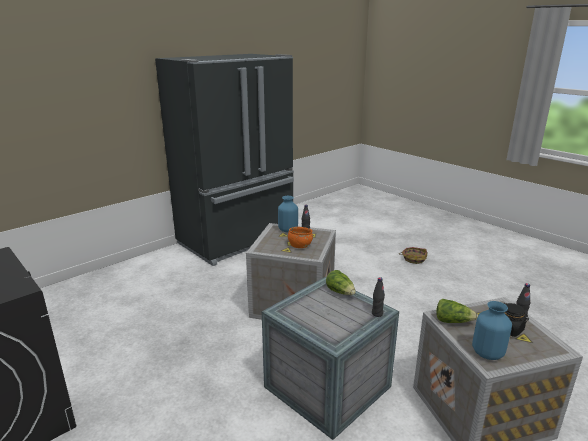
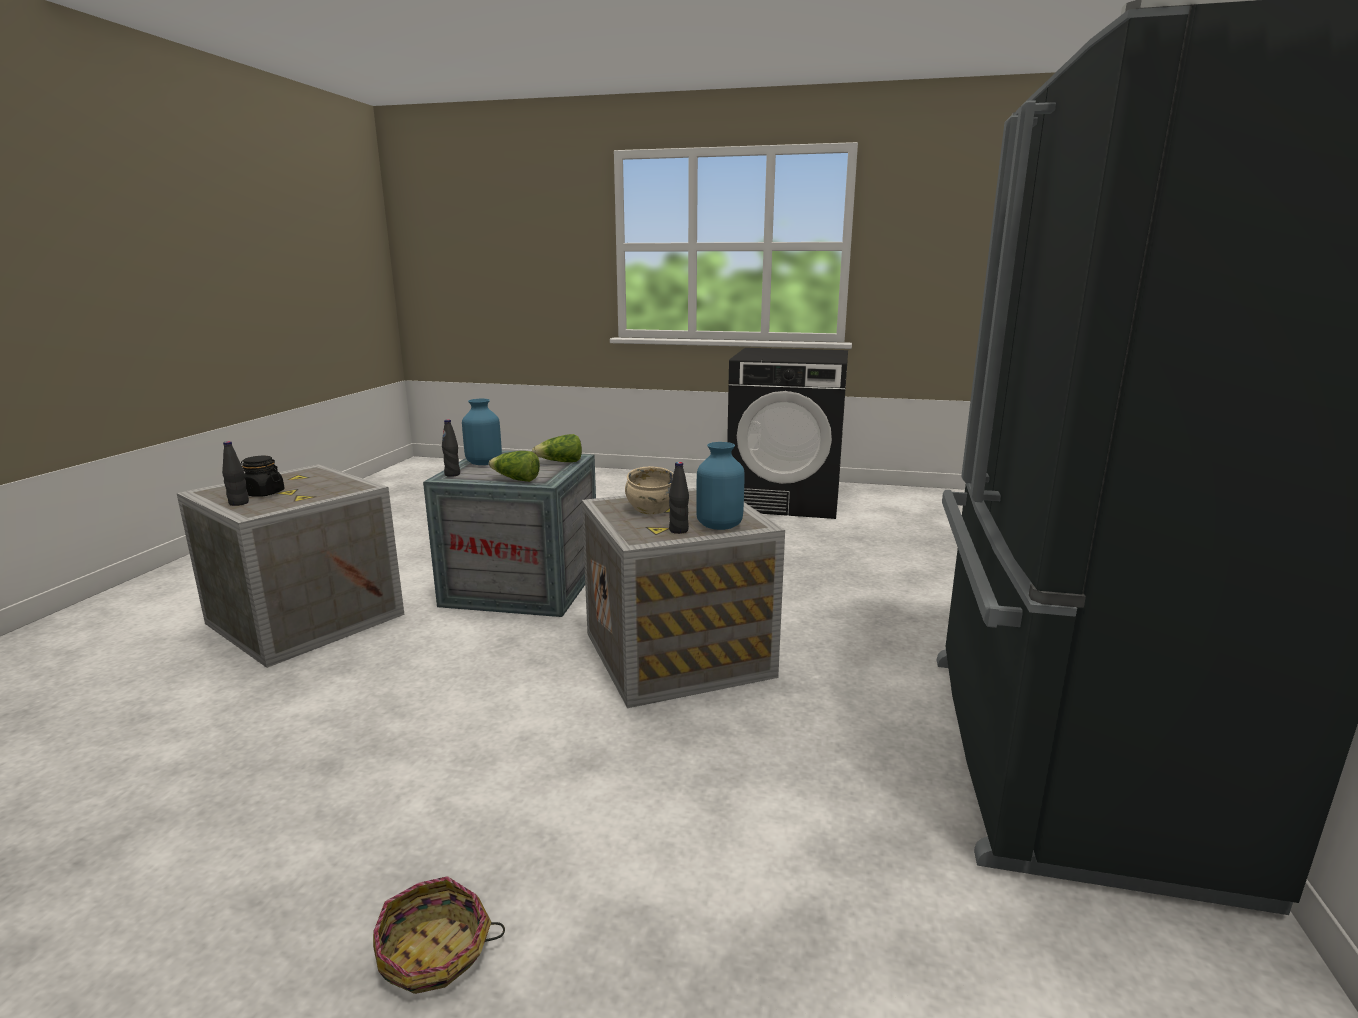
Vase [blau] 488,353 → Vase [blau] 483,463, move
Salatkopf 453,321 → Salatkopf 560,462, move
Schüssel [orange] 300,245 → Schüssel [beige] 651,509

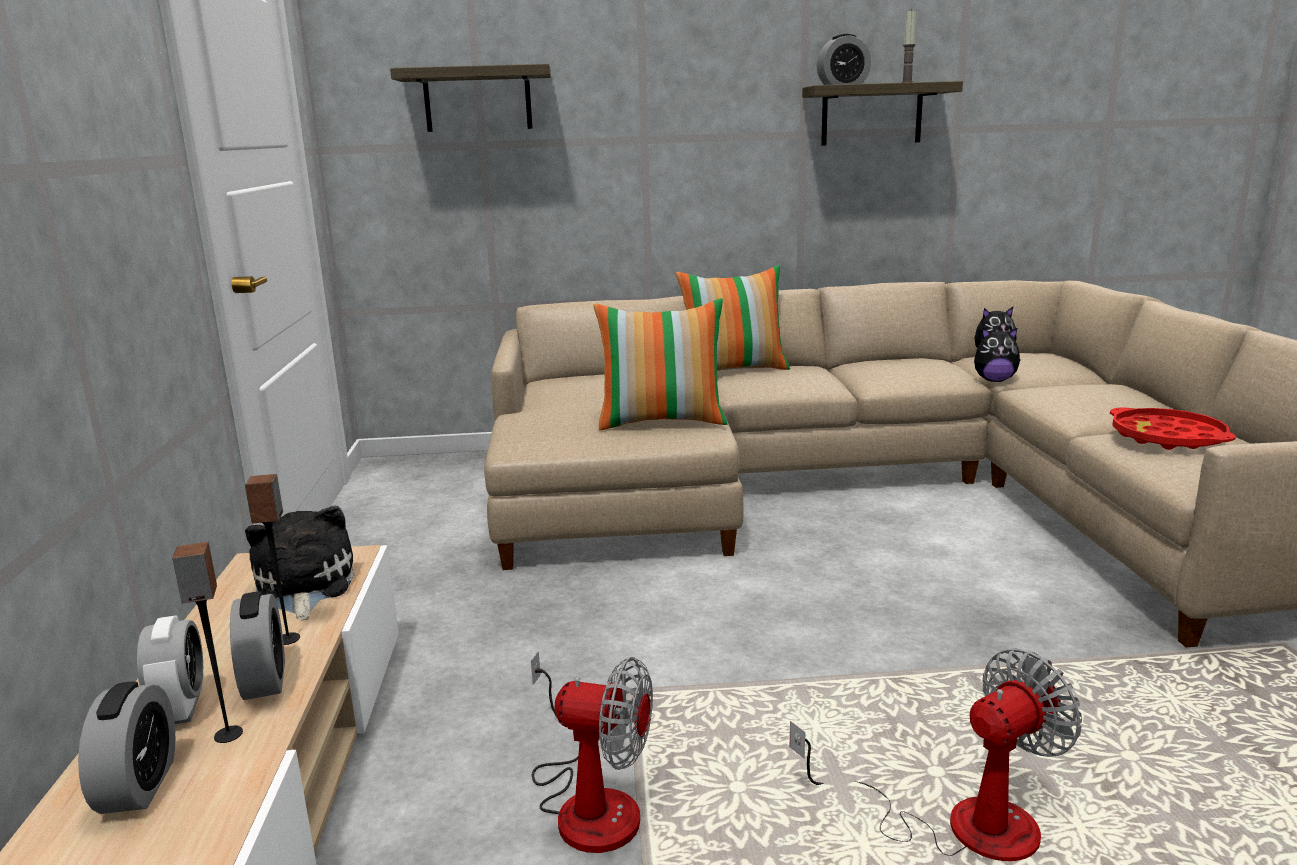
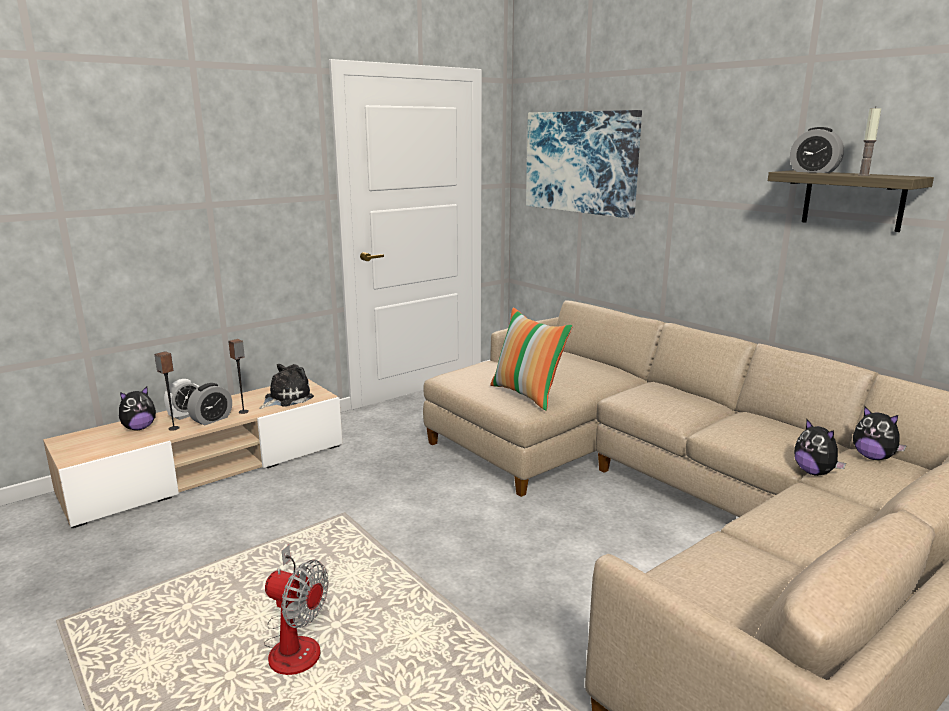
Wecker 139,786 → Plüschtier 139,428
Wandregal 477,100 → Bild 580,162
Ventilator 589,801 → -
Kissen 734,370 → -
Tablett [rot] 1167,438 → -

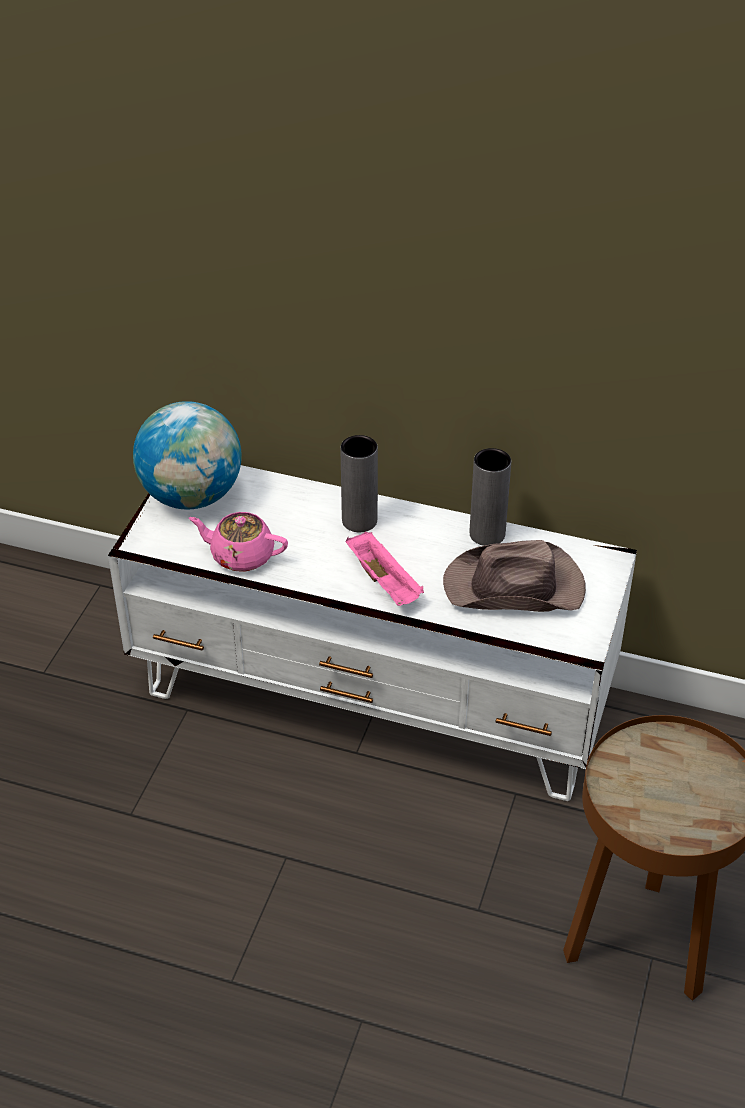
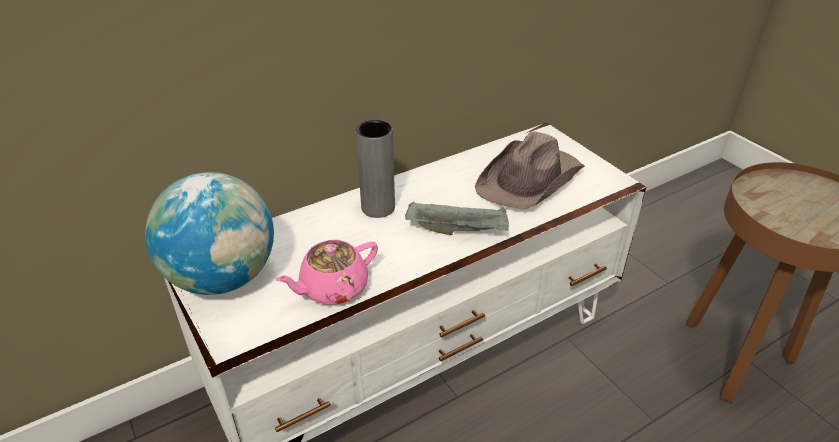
Tablett [rosa] 385,582 → Tablett [grau] 458,230
Vase [grau] 487,534 → -

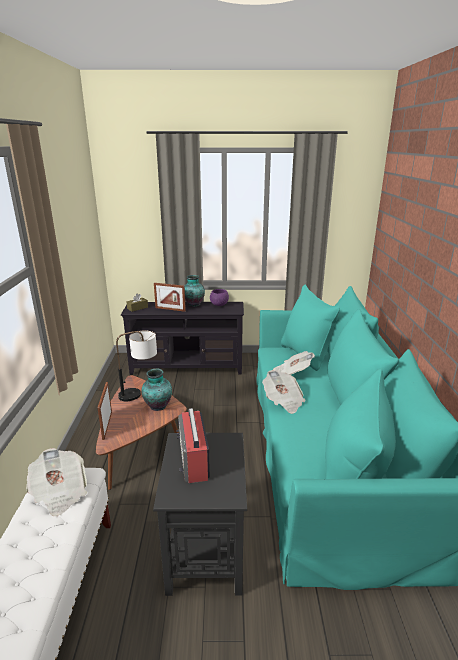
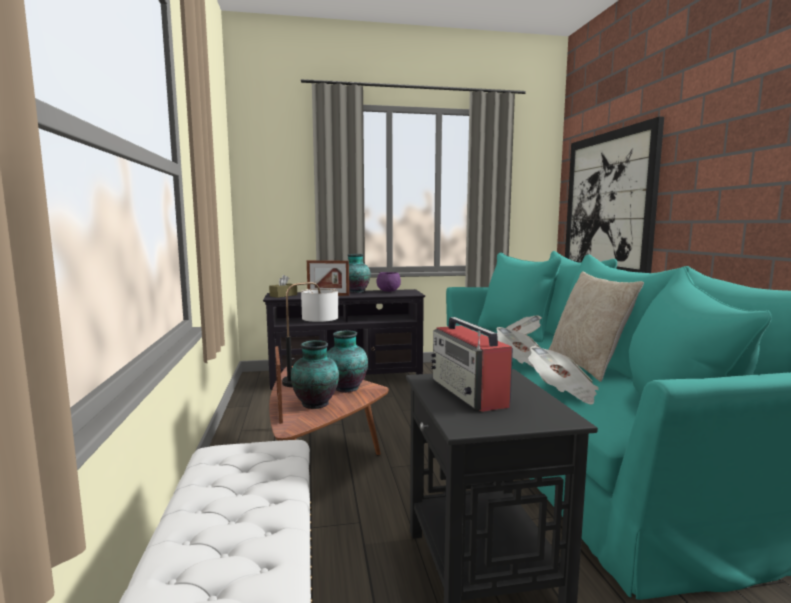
- → Vase 316,404
Zeitung 60,492 → Zeitung 563,392, move
- → Kissen [beige] 587,365
- → Bild 608,203

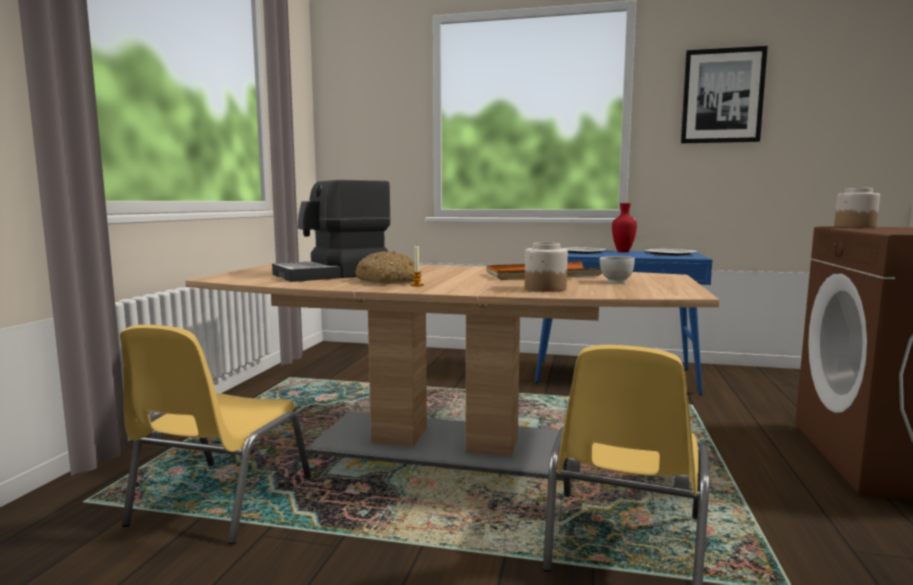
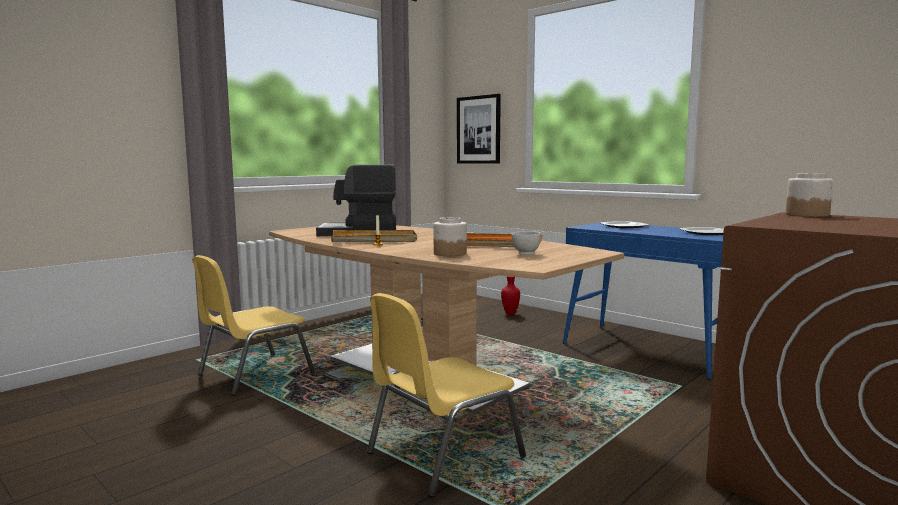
Brot 389,280 → Tablett [beige] 374,240
Bild 722,96 → Bild 479,130, move
Vase [rot] 623,251 → Vase [rot] 511,314, move

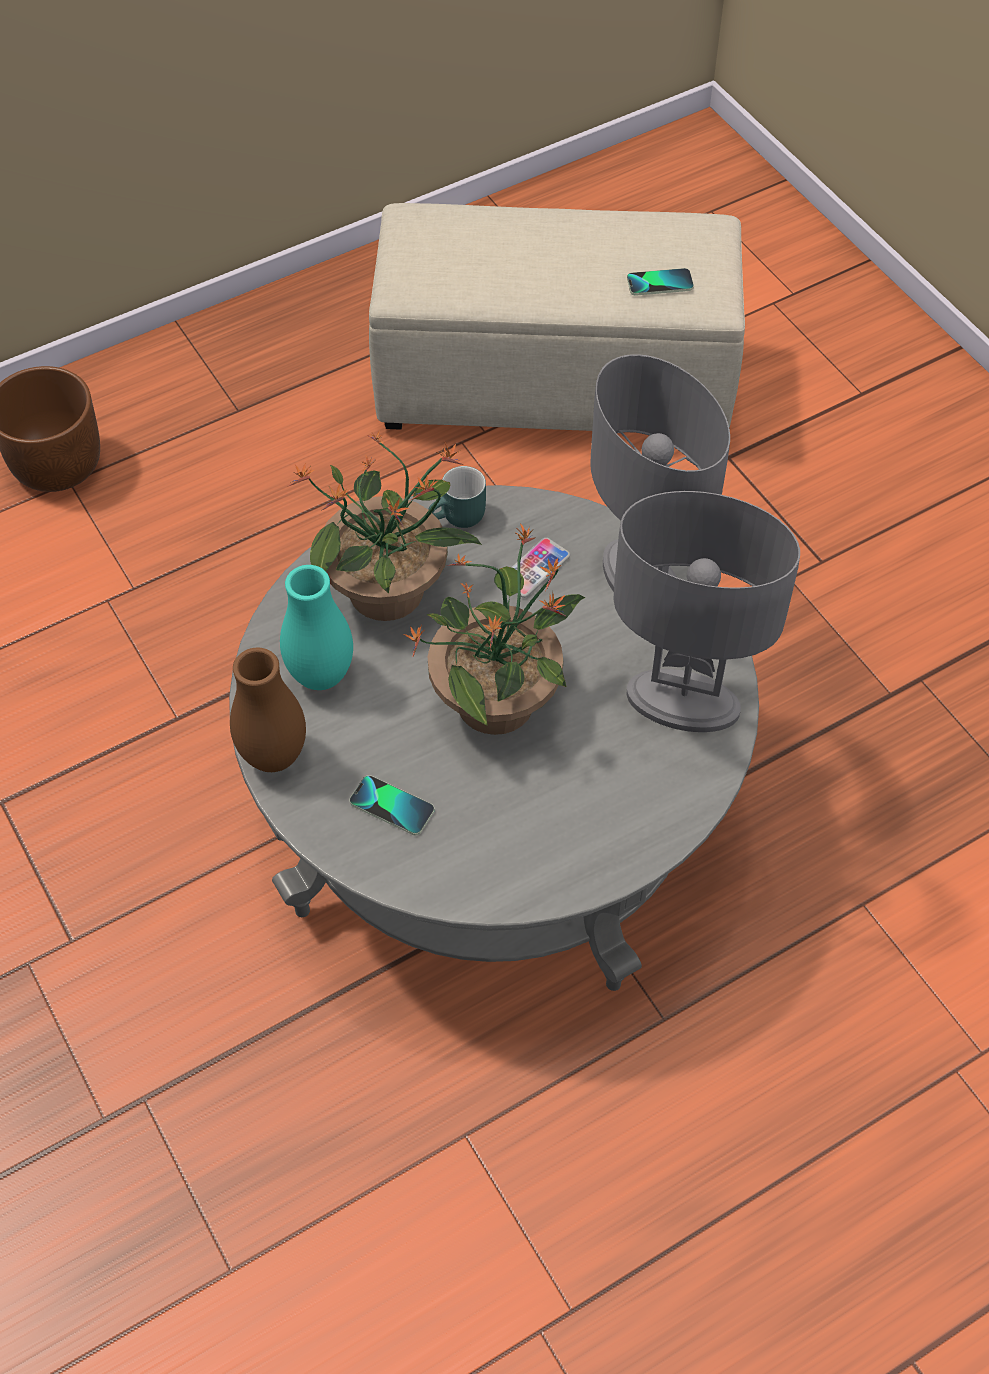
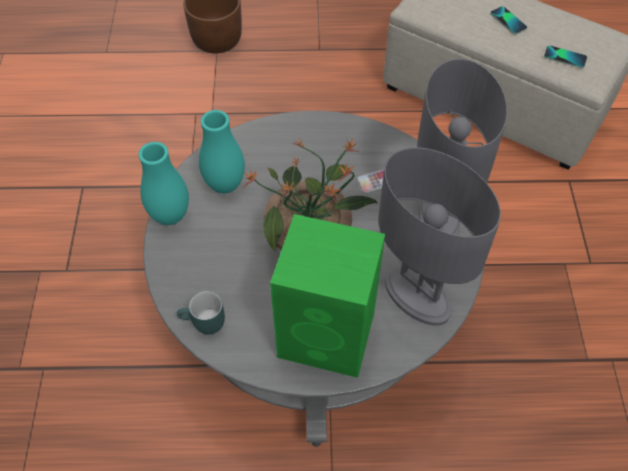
Vase [braun] 274,756 → Vase [türkis] 170,216
Henkelbecher [türkis] 459,519 → Henkelbecher [türkis] 204,324, move
- → Lautsprecher [grün] 329,336
Handy 392,806 → Handy 508,21, move
Topfpflanze 389,592 → -

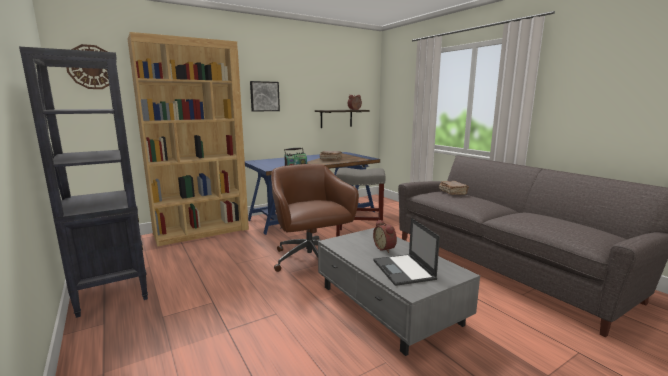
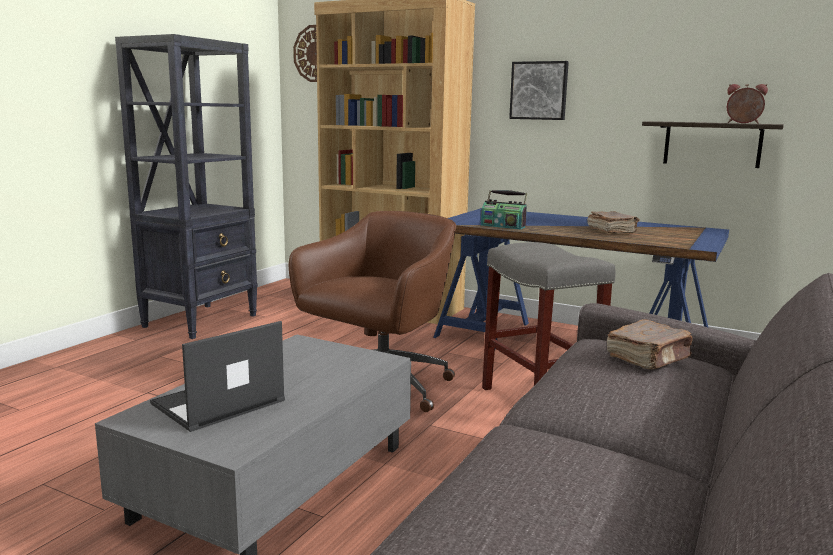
Wecker 385,248 → -

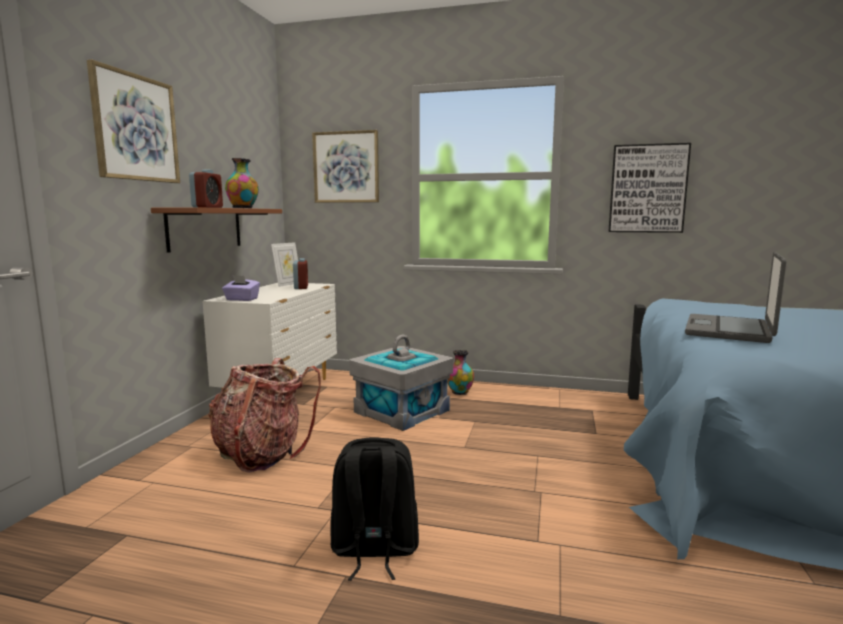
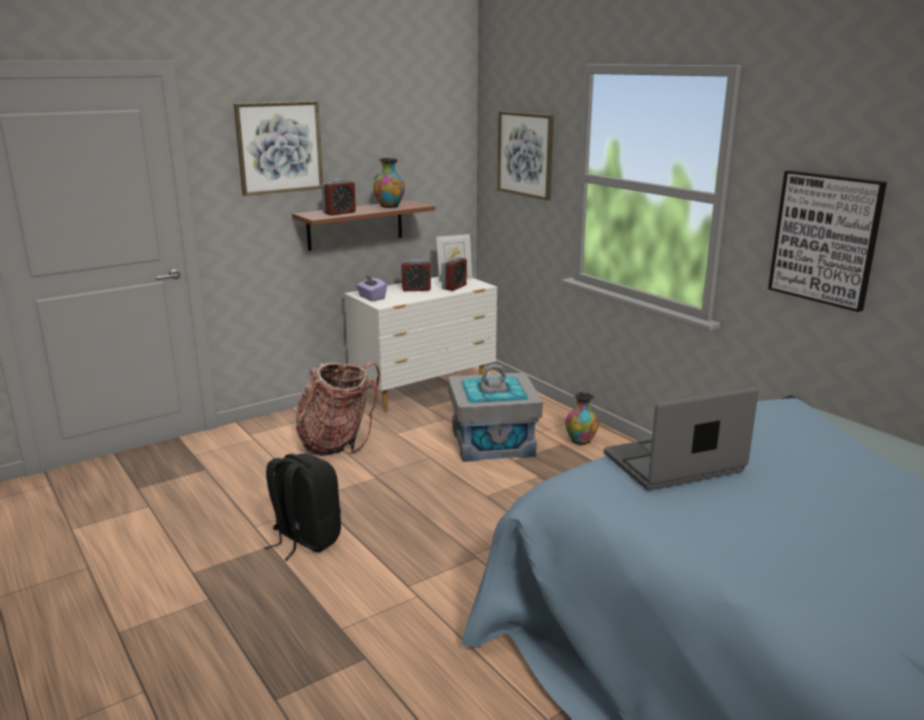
- → Wecker 416,289

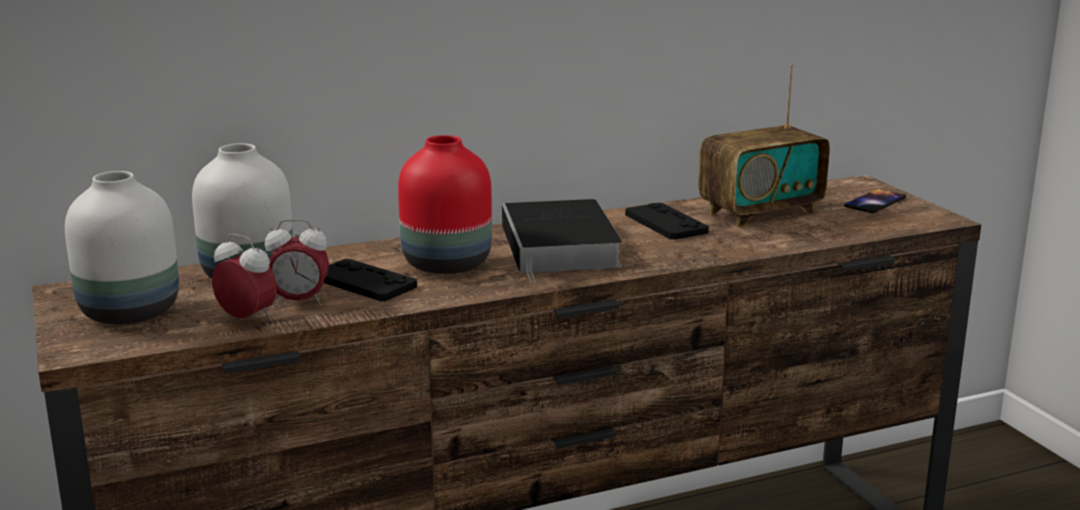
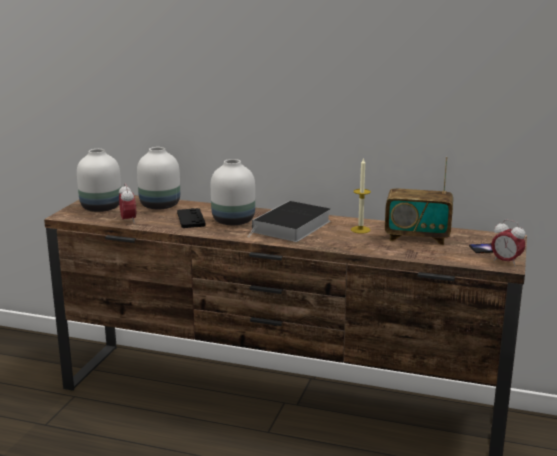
Vase [rot] 445,264 → Vase [weiß] 233,221
Gamepad [schwarz] 666,223 → Kerze 360,230
Wecker 300,302 → Wecker 506,262, move

